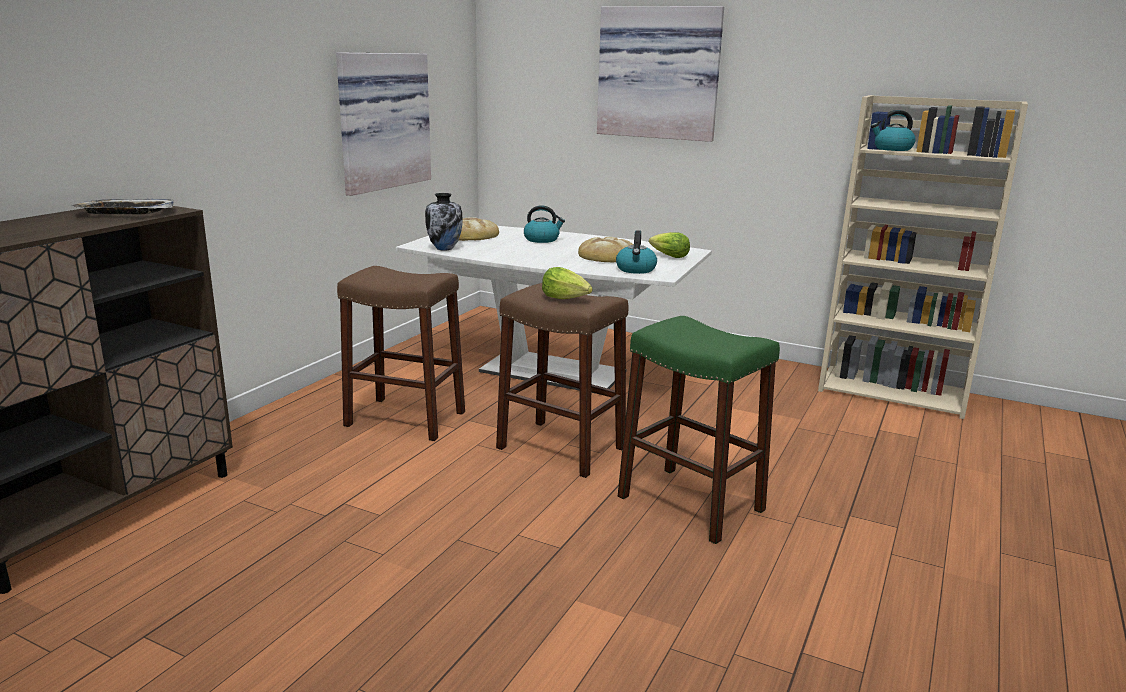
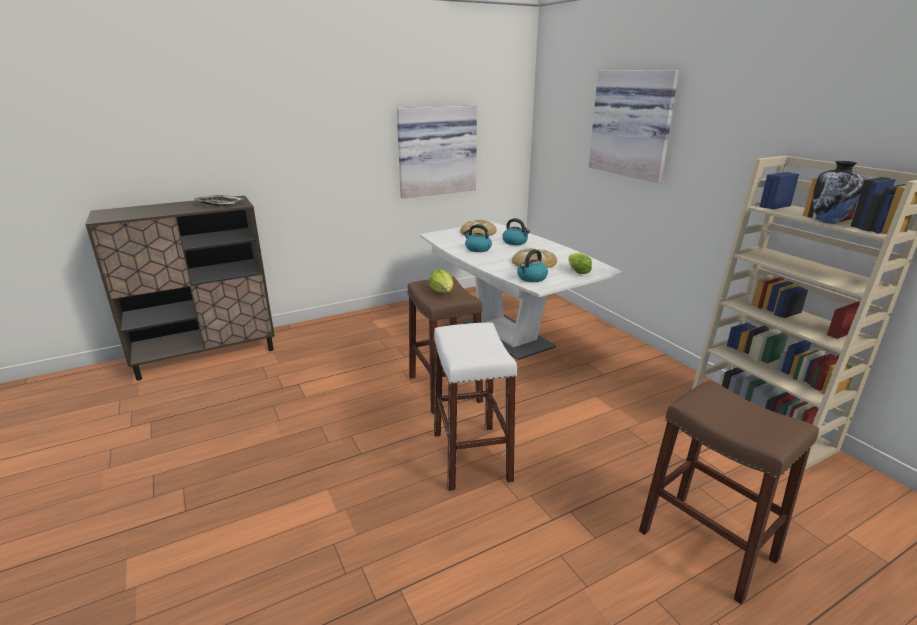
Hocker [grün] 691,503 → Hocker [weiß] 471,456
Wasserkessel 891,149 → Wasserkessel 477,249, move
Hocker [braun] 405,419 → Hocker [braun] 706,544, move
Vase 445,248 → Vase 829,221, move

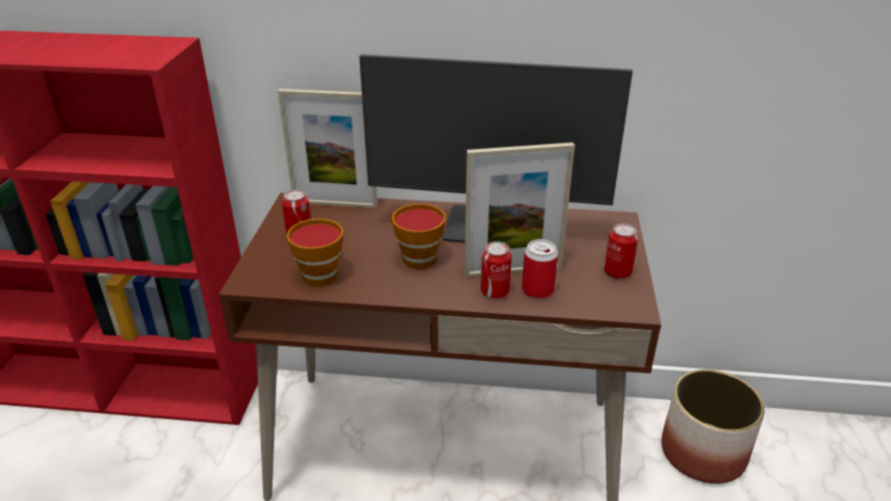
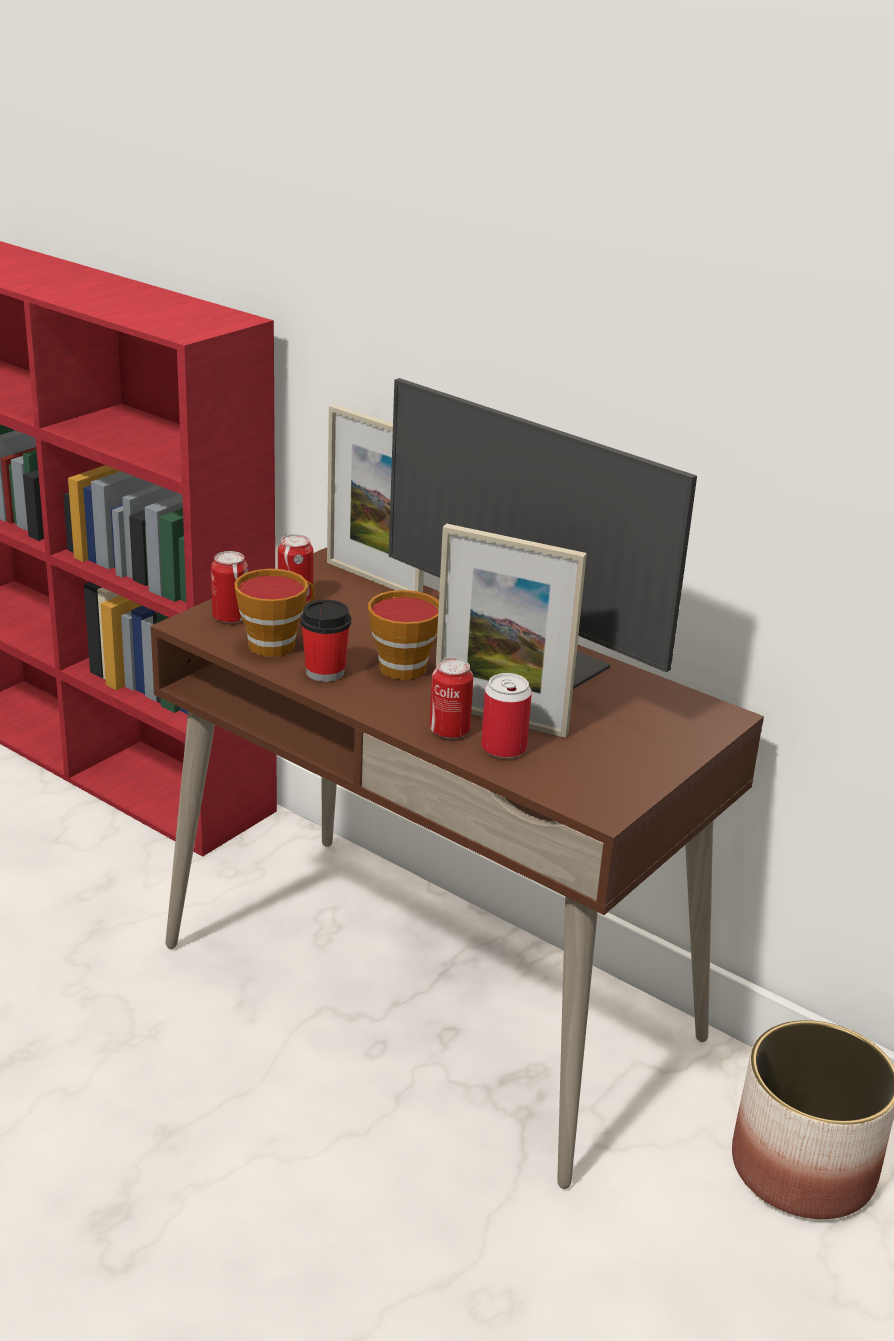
Dose 617,272 → Dose 230,617, move
- → Tasse 325,672

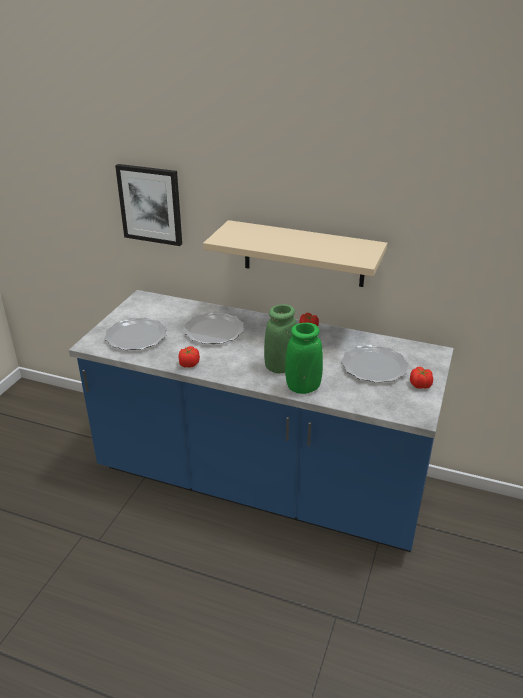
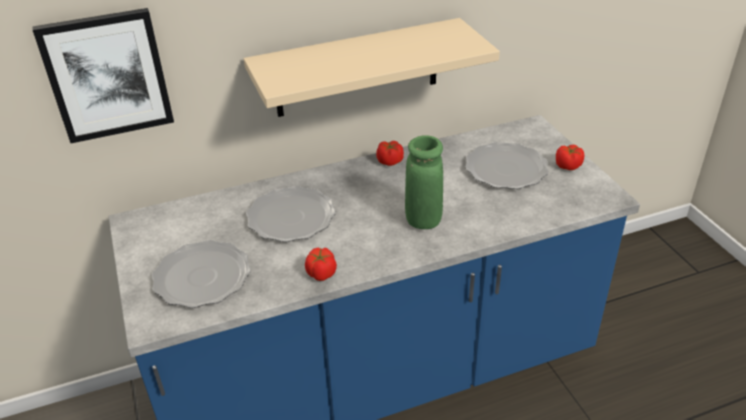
Vase [grün] 303,387 → -

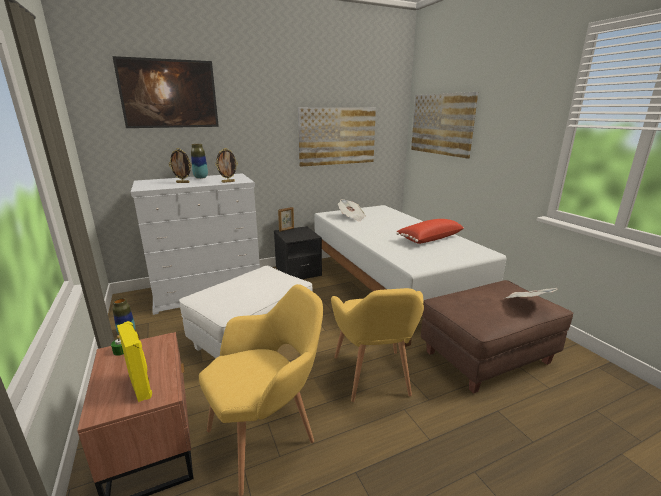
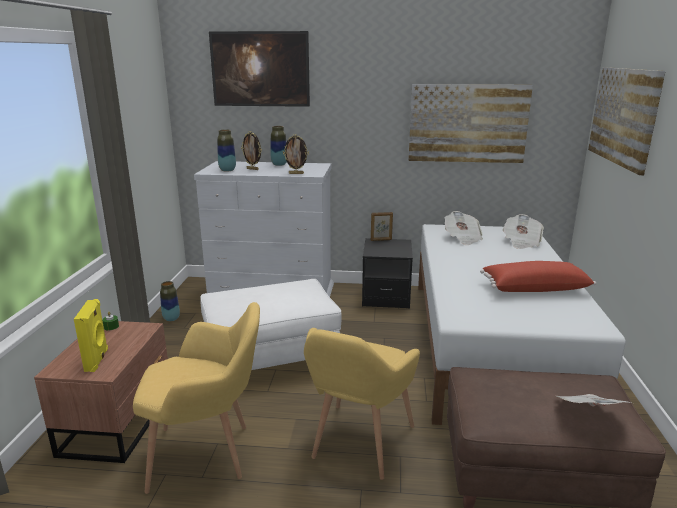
- → Vase 227,170
- → Zeitung 521,242

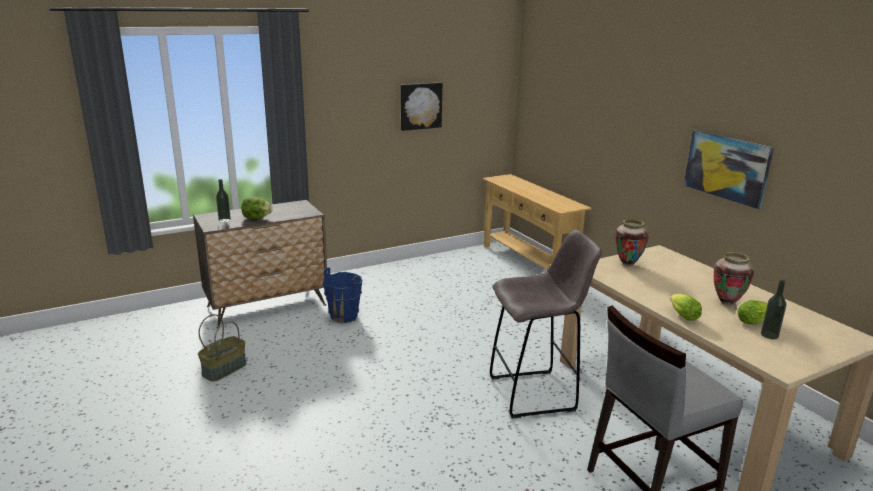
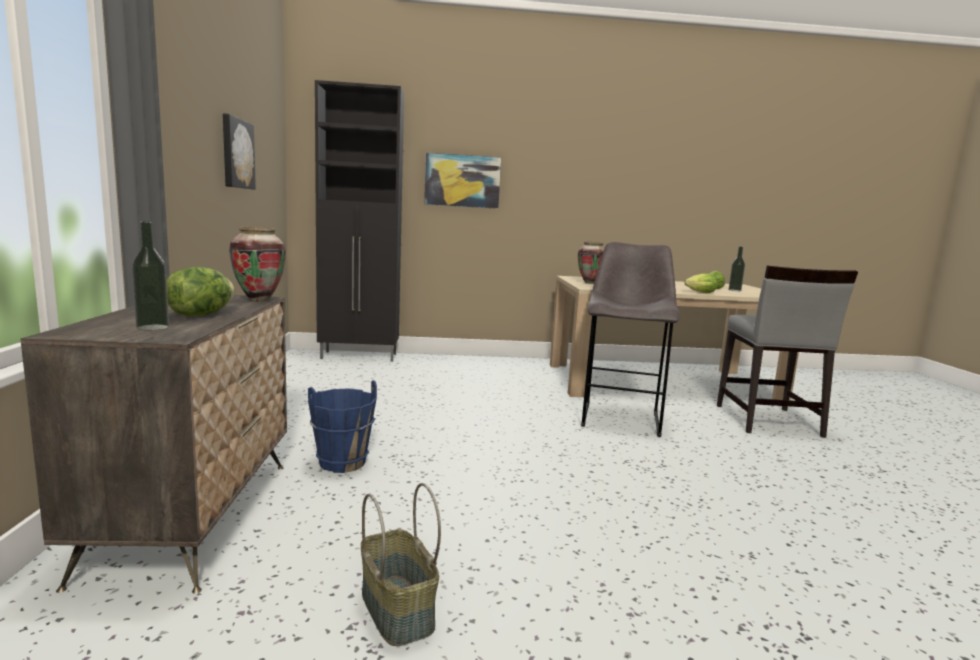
Vase 727,302 → Vase 259,300, move
Konsolentisch [beige] 528,262 → Schrank [schwarz] 360,356
Bild 727,167 → Bild 462,181, move

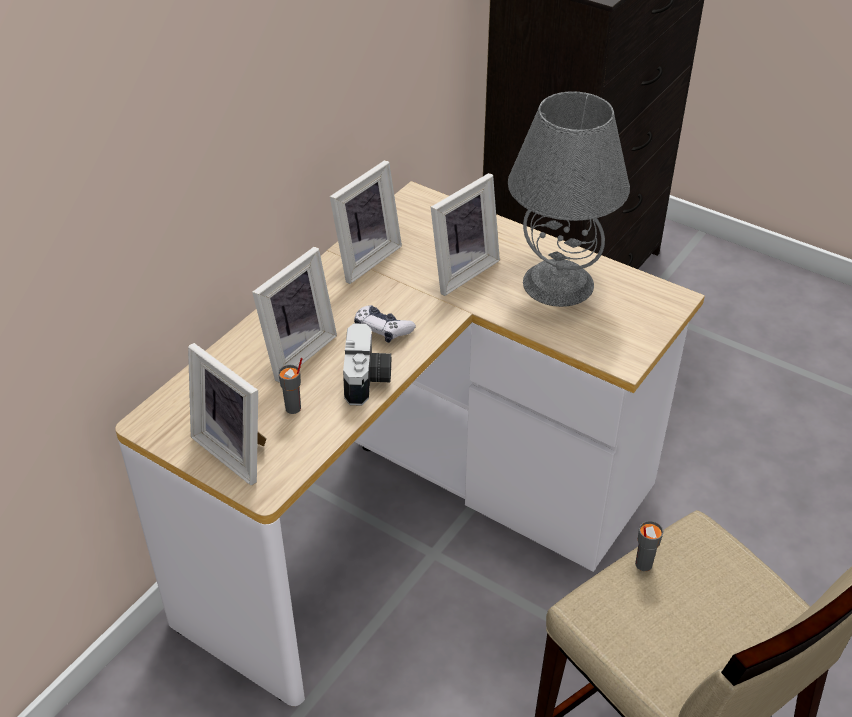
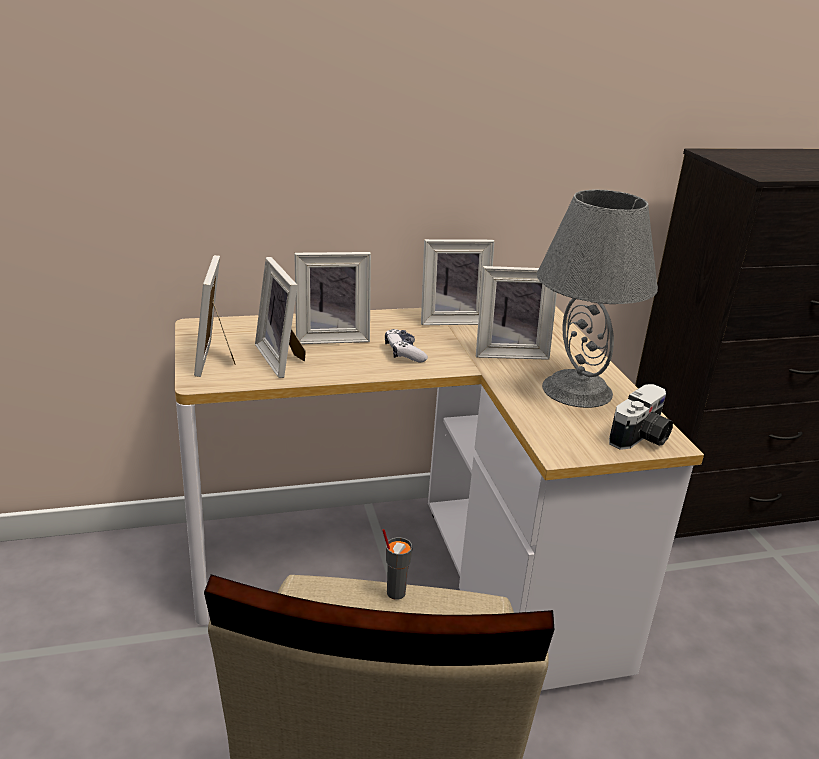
Tasse [grau] 293,408 → Bilderrahmen 283,359
Kamera 368,379 → Kamera 642,438, move

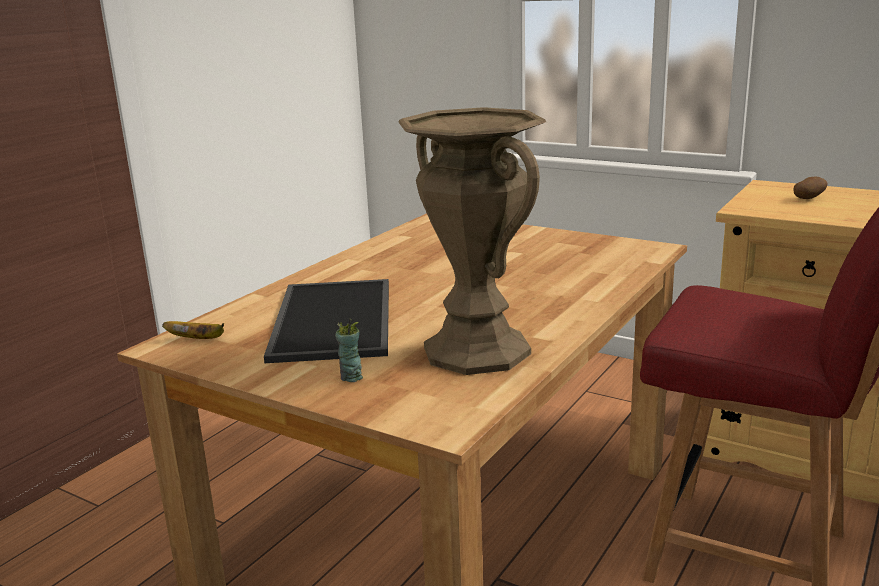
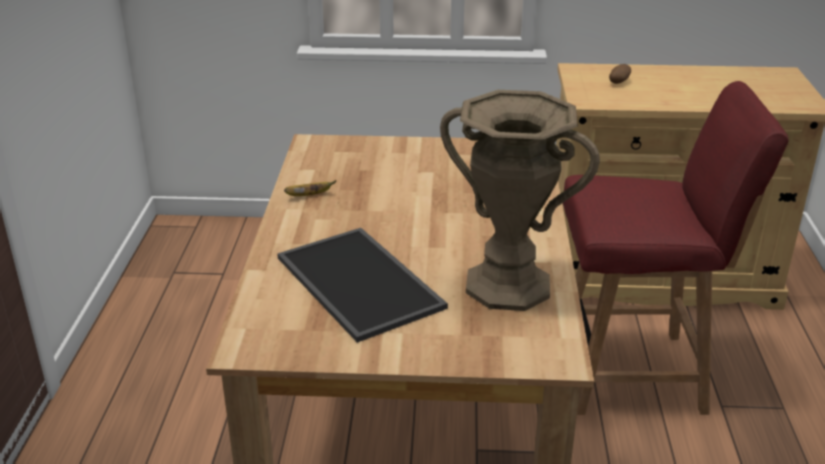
Banane 198,339 → Banane 309,196, move
Tasse 351,377 → -

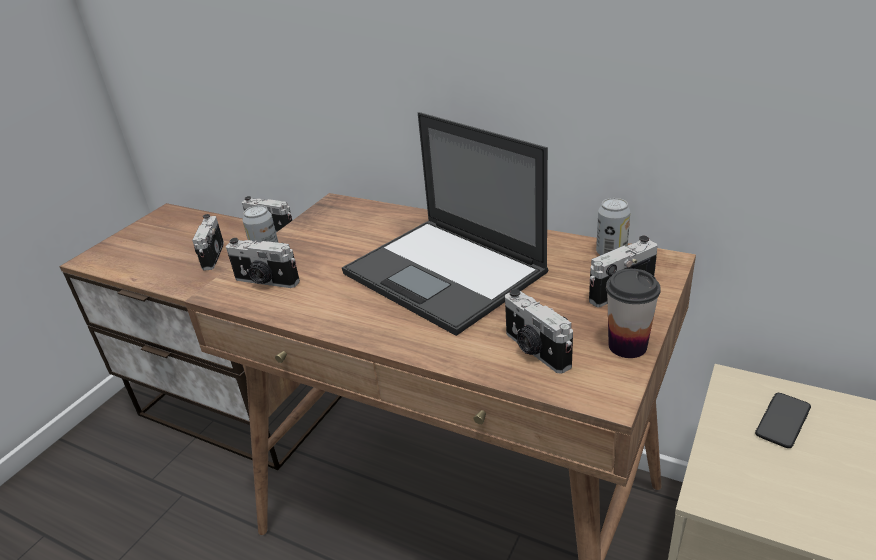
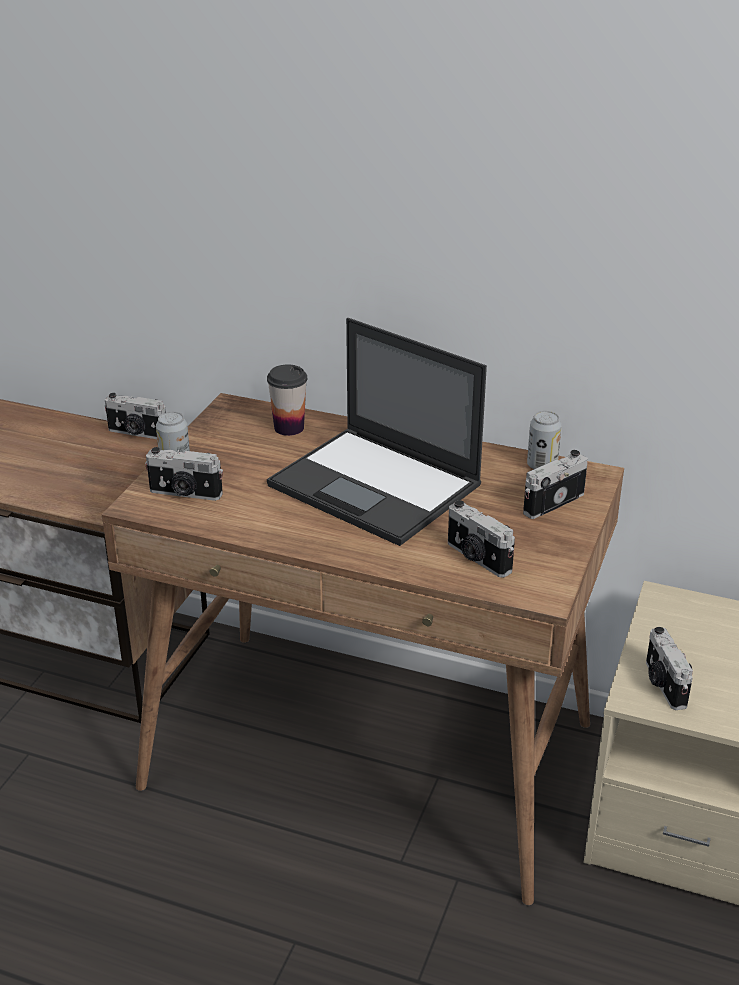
Tasse 627,346 → Tasse 289,428, move
Kamera 211,256 → Kamera 663,684, move
Handy 782,421 → -

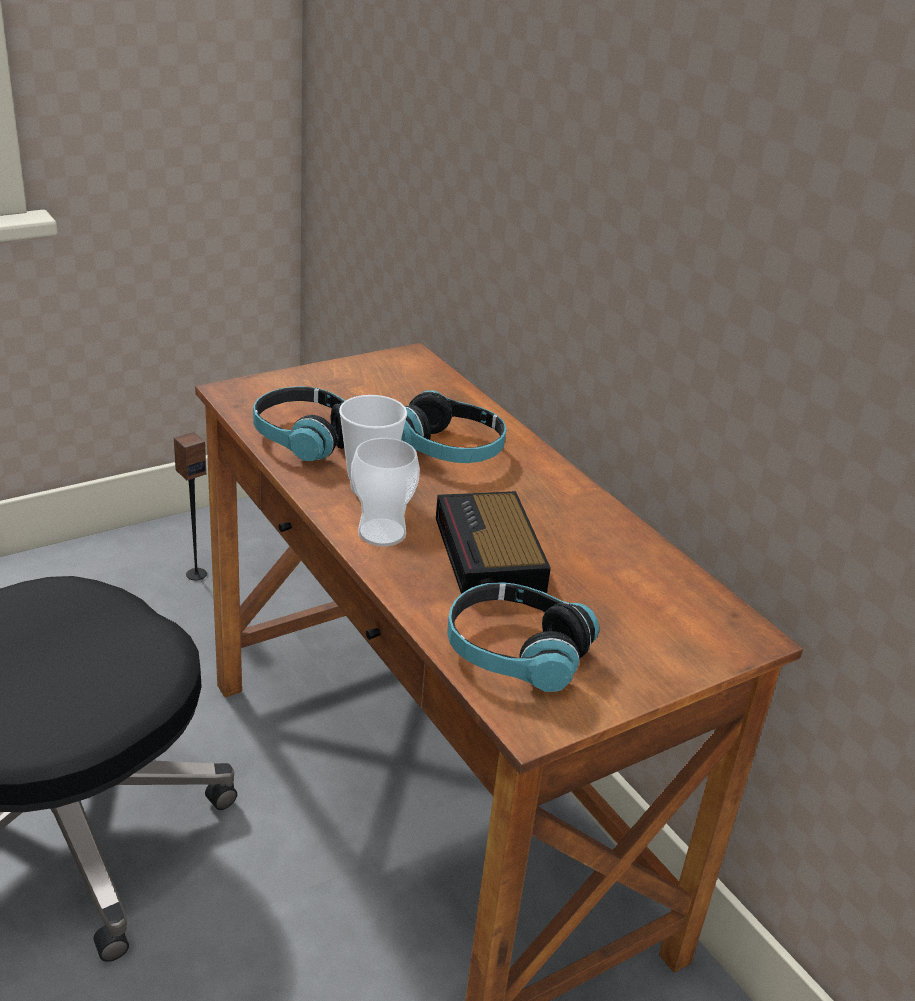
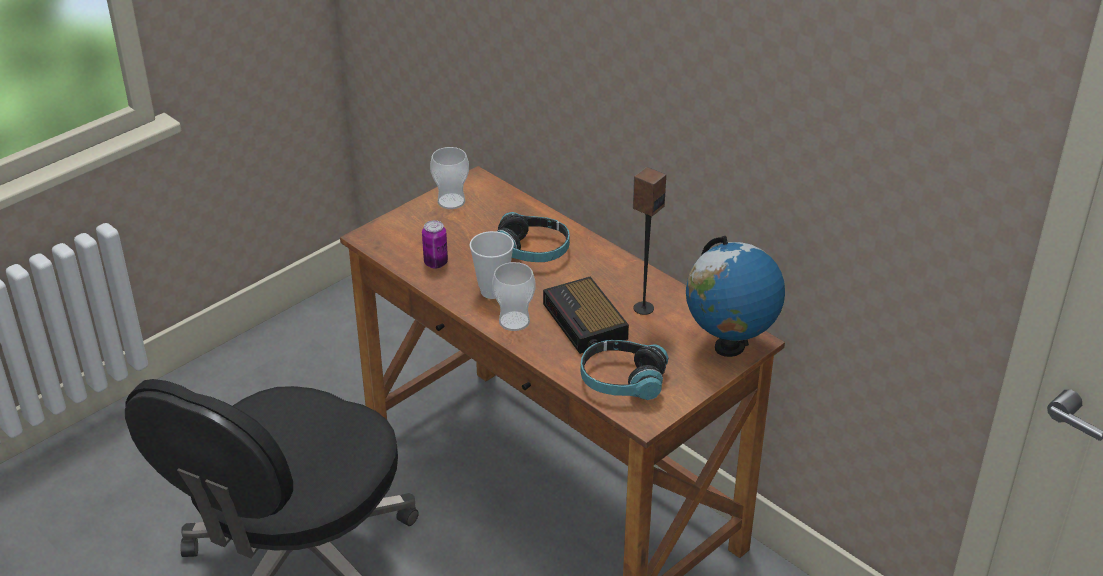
Kopfhörer 306,438 → Dose 436,263
- → Tasse 451,201
Lautsprecher 196,574 → Lautsprecher 643,308, move
- → Globus 729,347

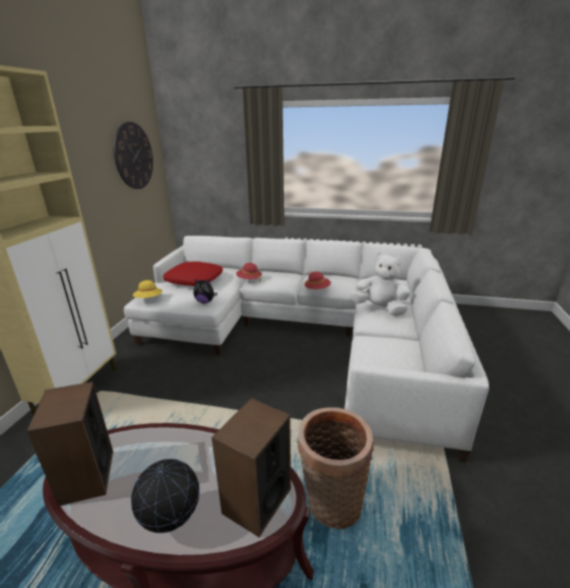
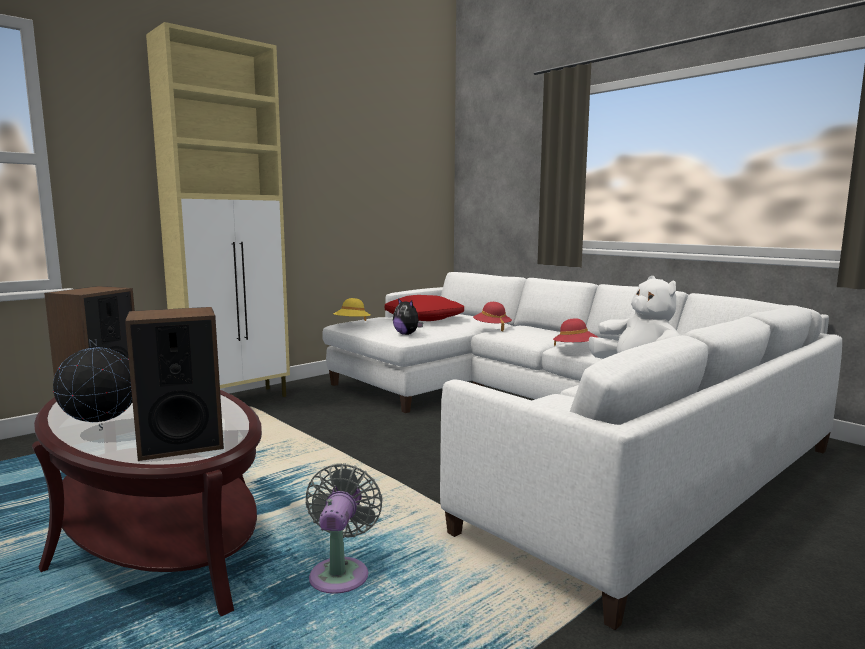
Korb 331,503 → Ventilator [grau] 341,573
Wanduhr 133,156 → -

